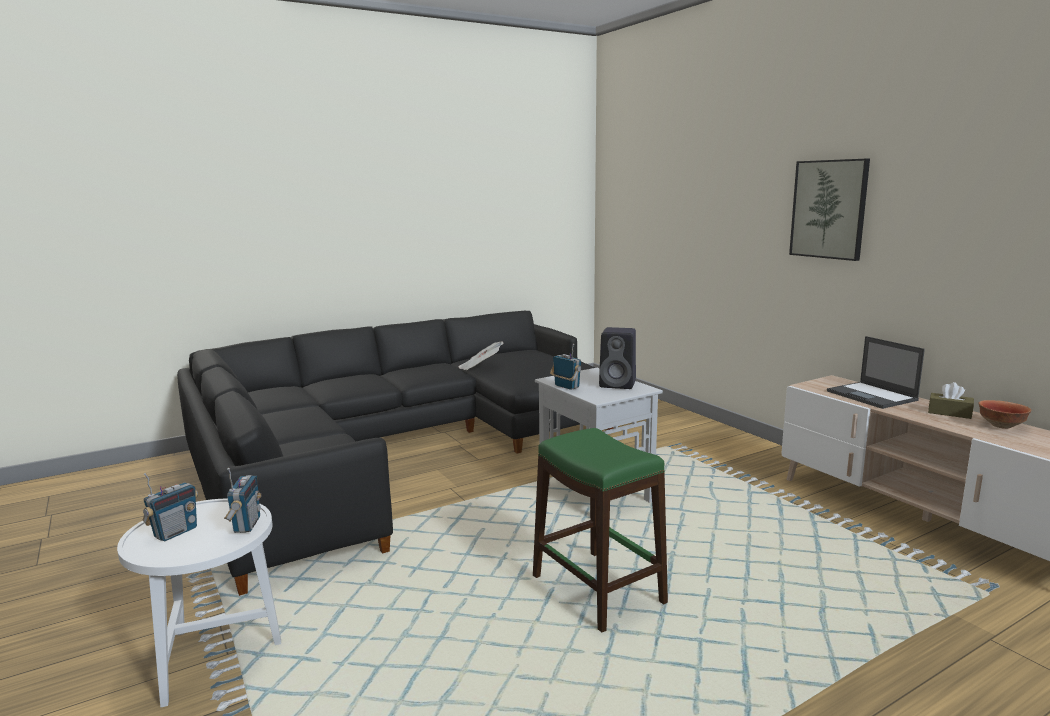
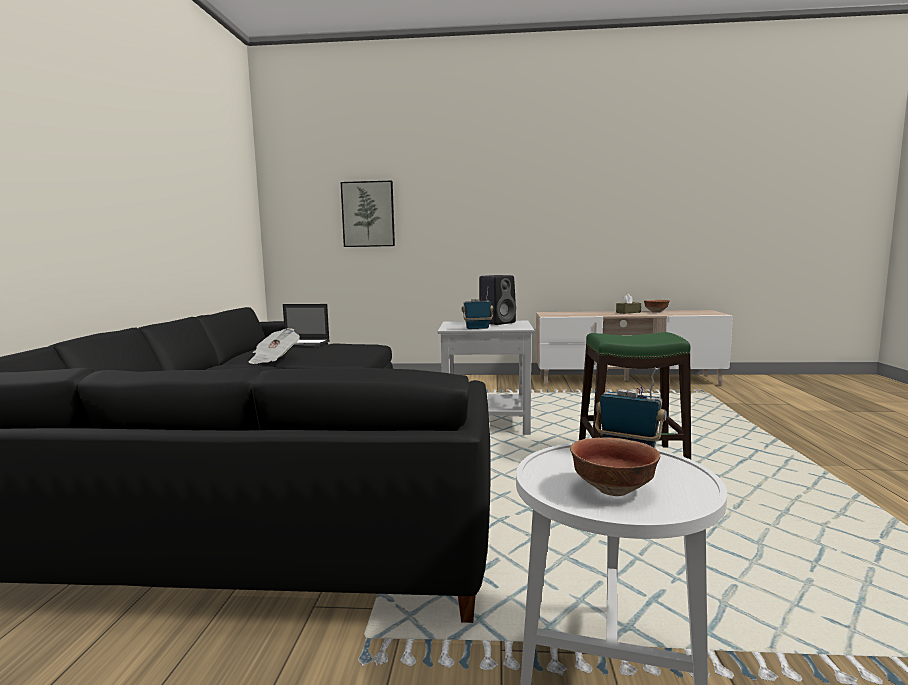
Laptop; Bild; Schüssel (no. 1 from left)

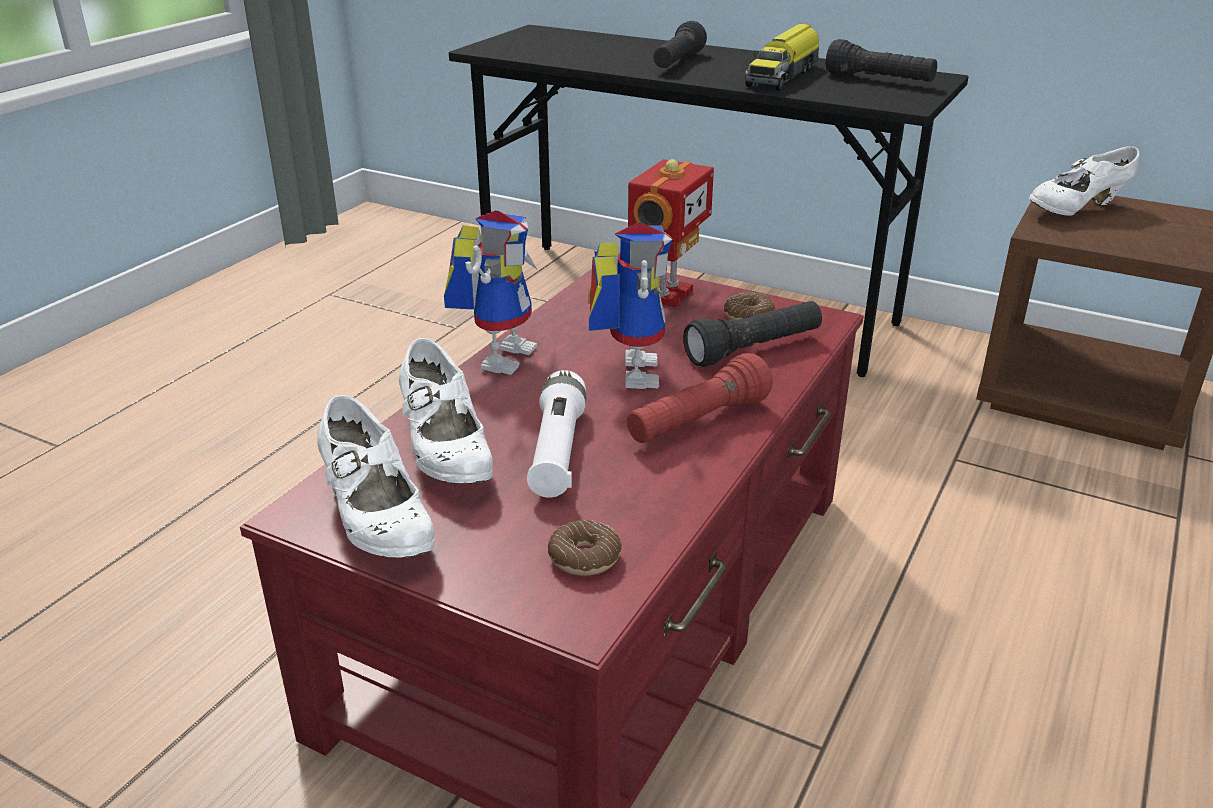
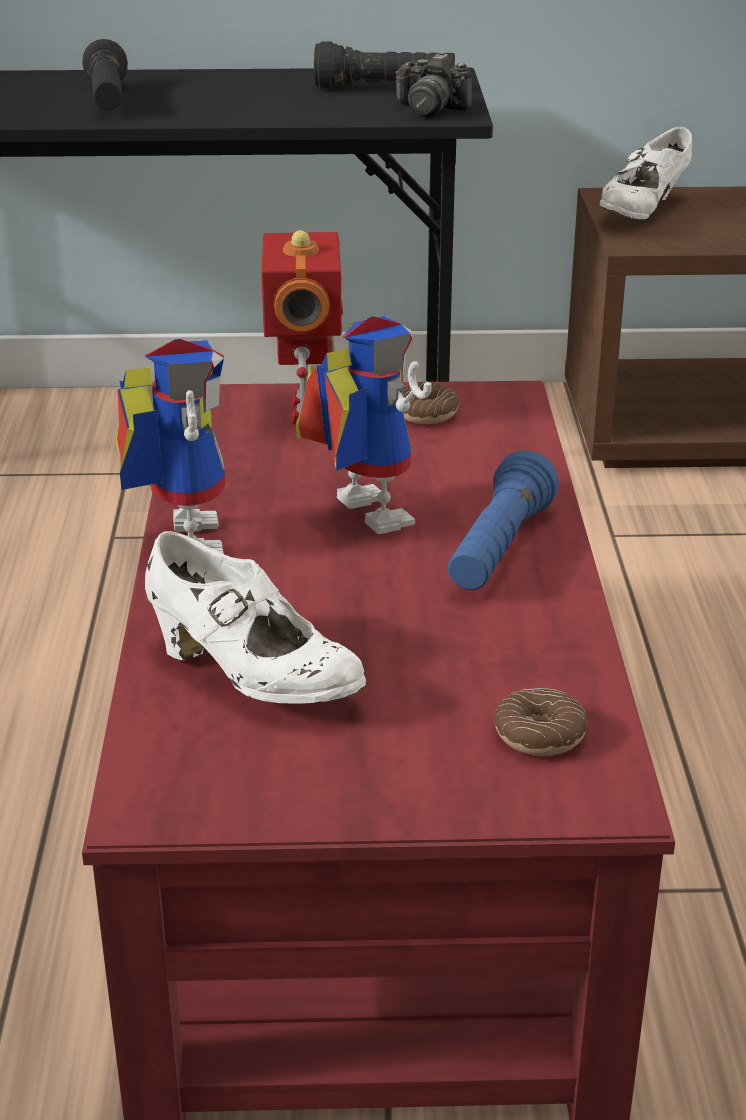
Kamera; Taschenlampe (blau); Schuh (weiß) (no. 1 from left in the first image); Taschenlampe (weiß); Taschenlampe (schwarz) (no. 2 from left in the first image); Spielzeuglaster

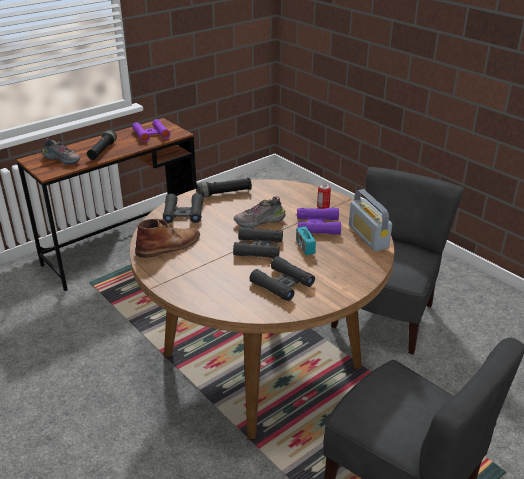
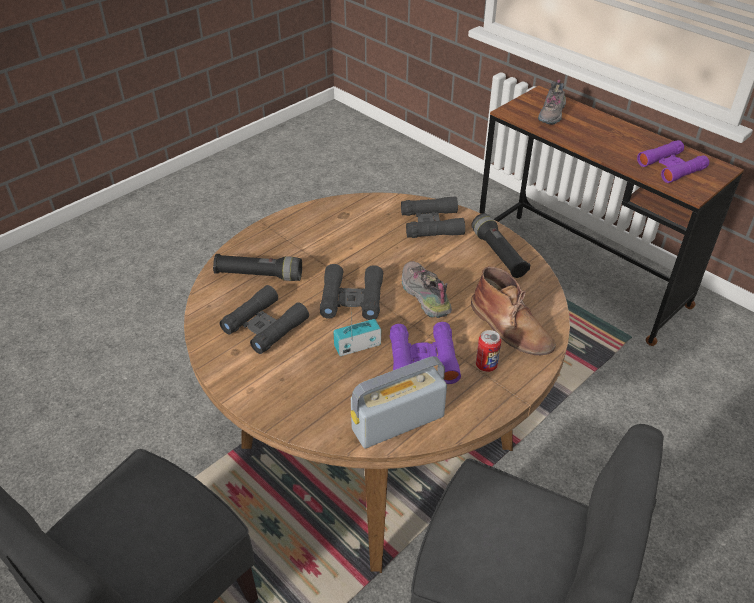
Taschenlampe (schwarz) (no. 1 from left); Stiefel (braun)

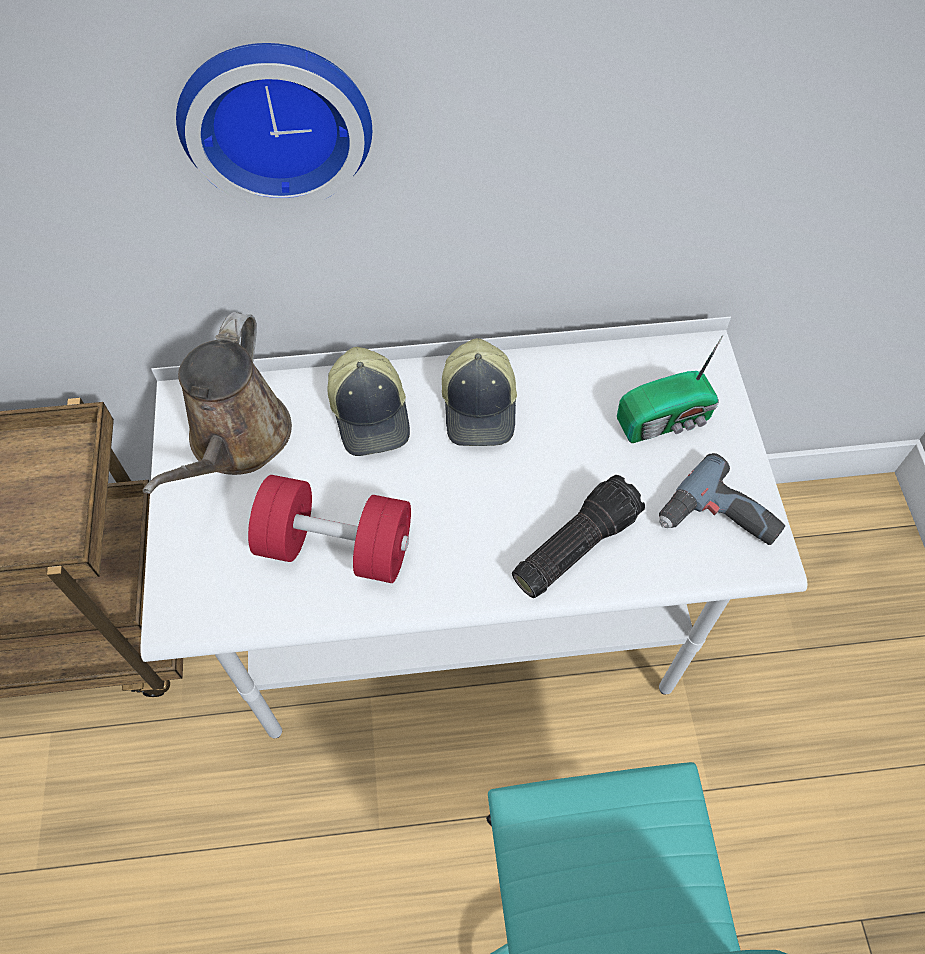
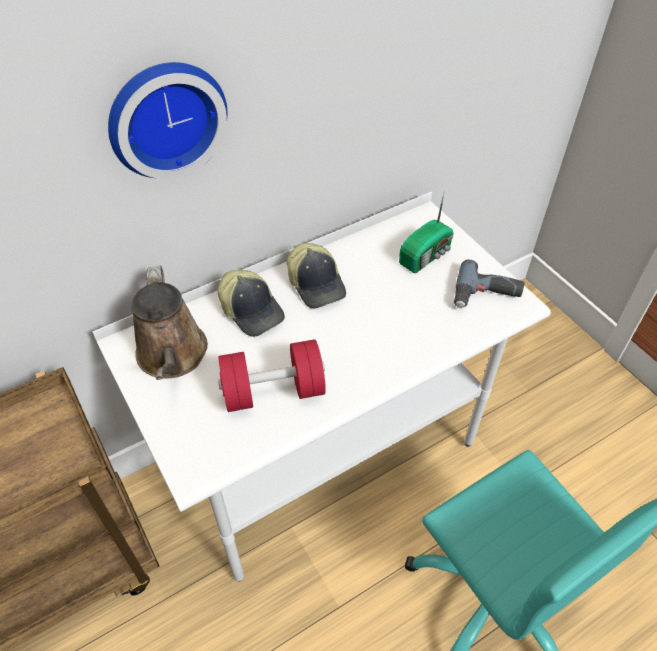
Taschenlampe

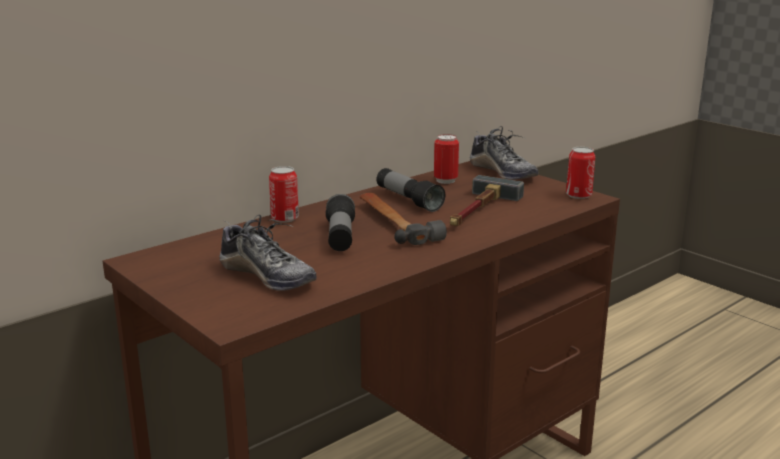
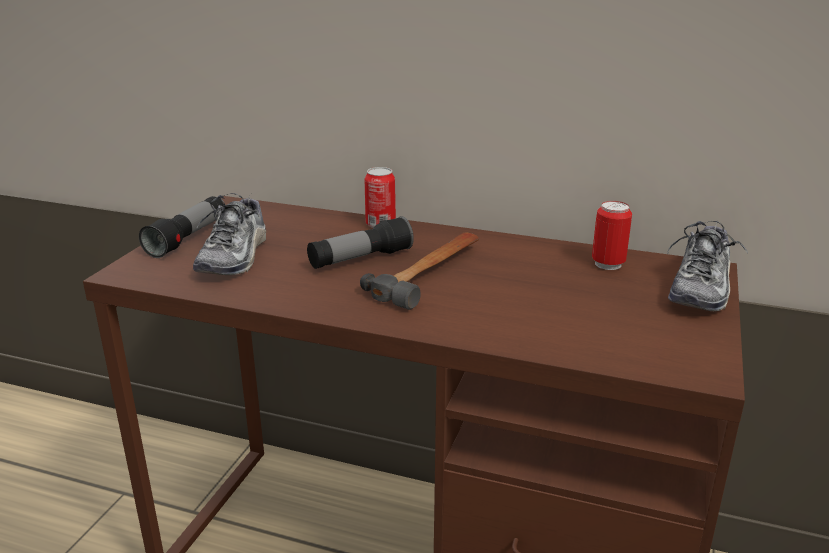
Taschenlampe (no. 1 from left); Hammer (no. 2 from left in the first image); Dose (no. 3 from left in the first image)

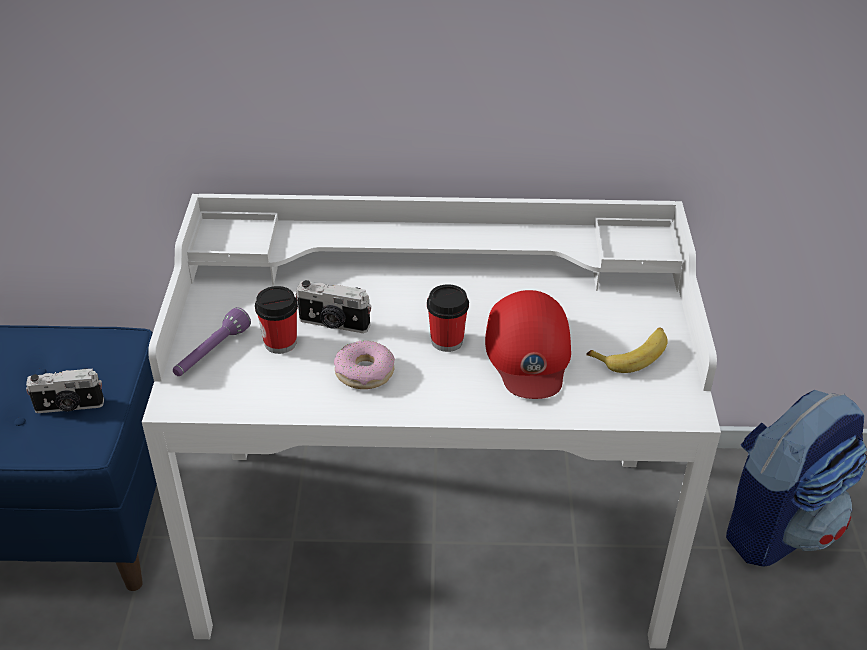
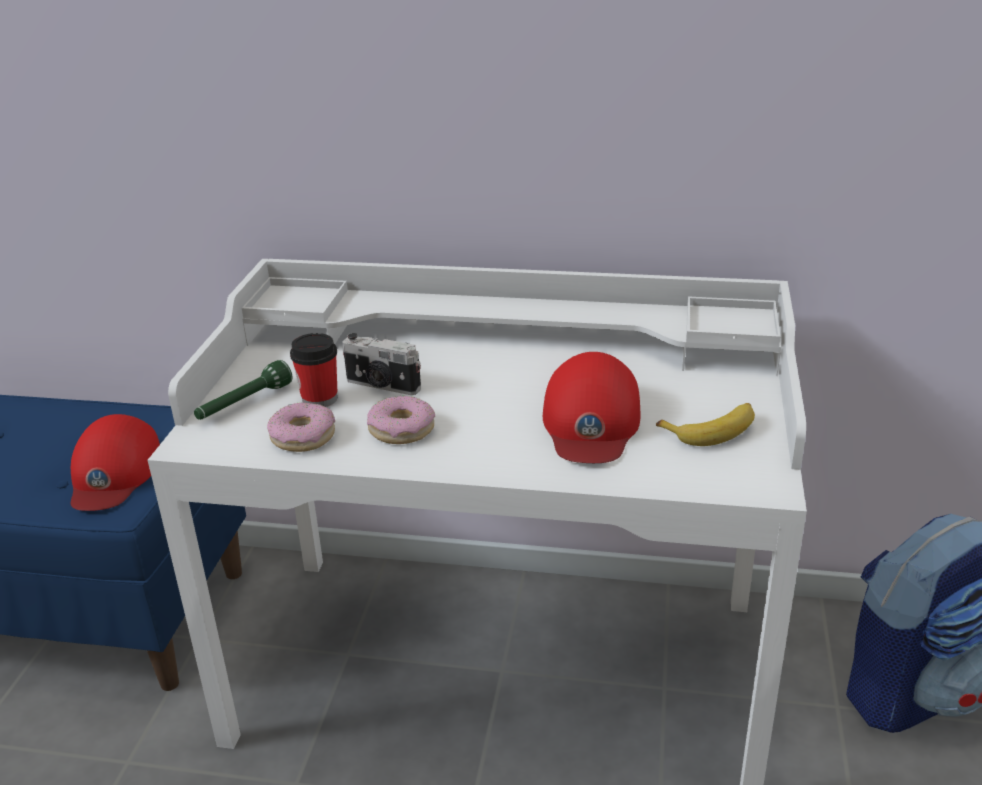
Kappe (rot) (no. 1 from left); Taschenlampe (grün); Donut (no. 1 from left); Tasse (no. 2 from left in the first image)

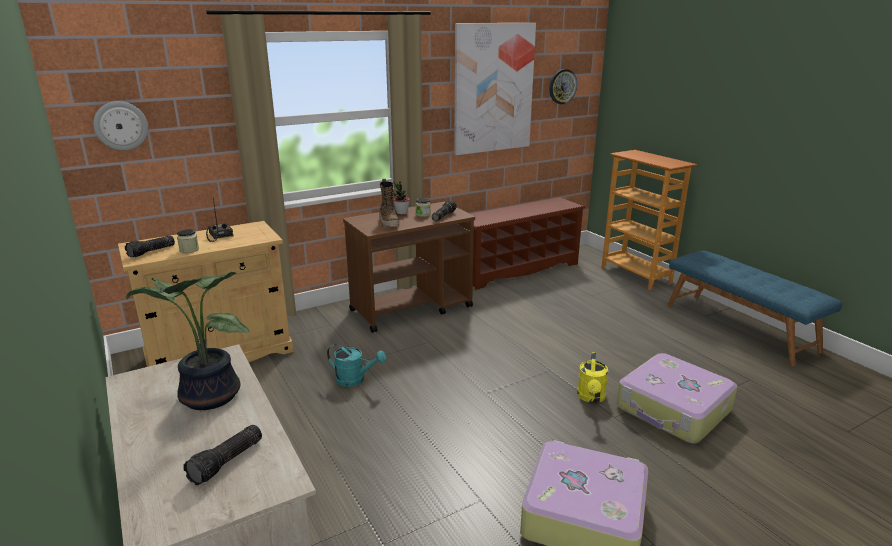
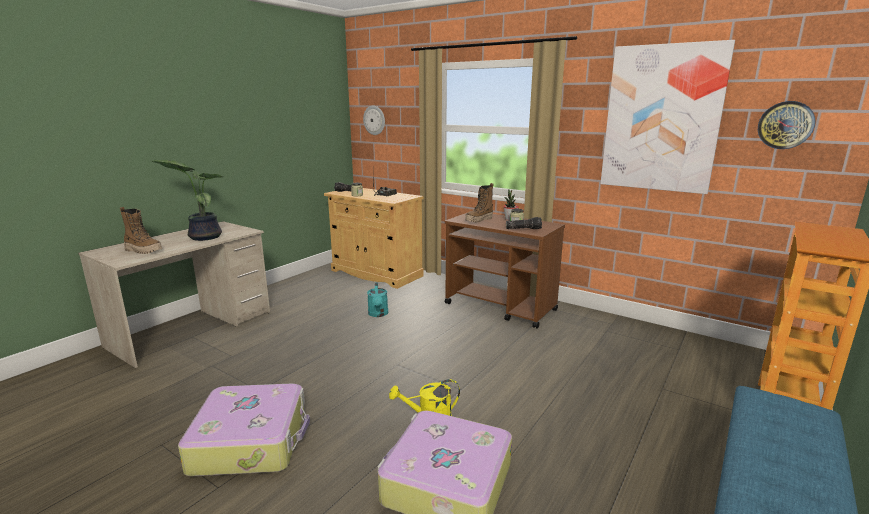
Stiefel (no. 1 from left); Schuhregal (braun)

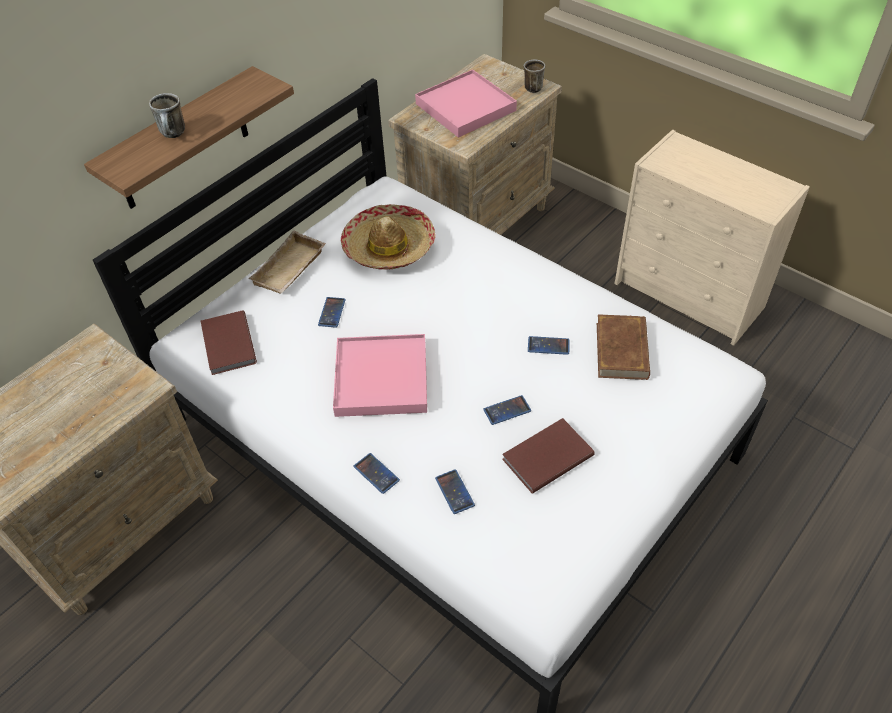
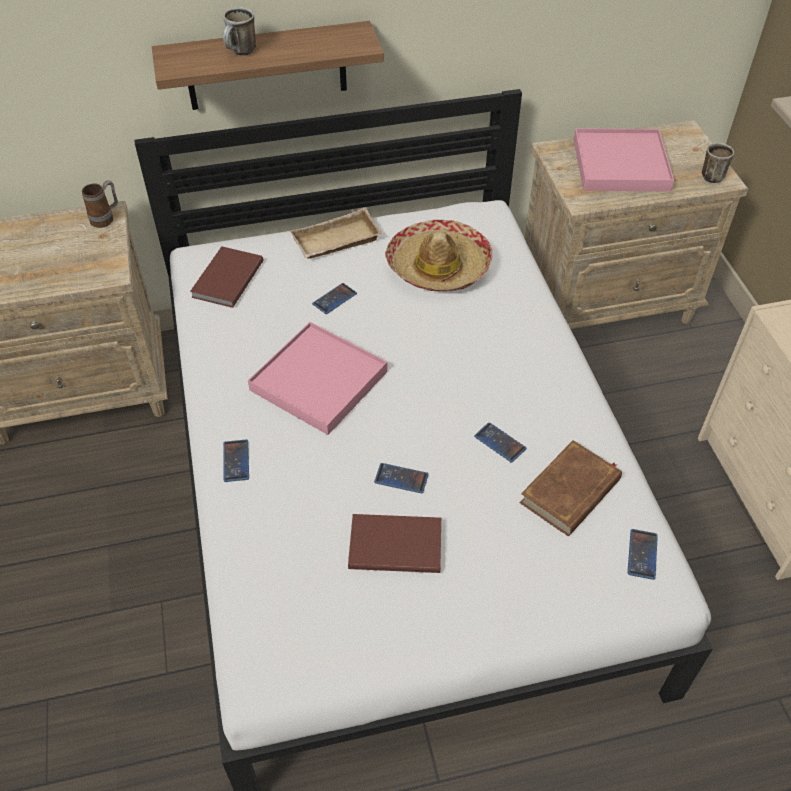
Henkelbecher (no. 1 from left); Handy (no. 5 from left)

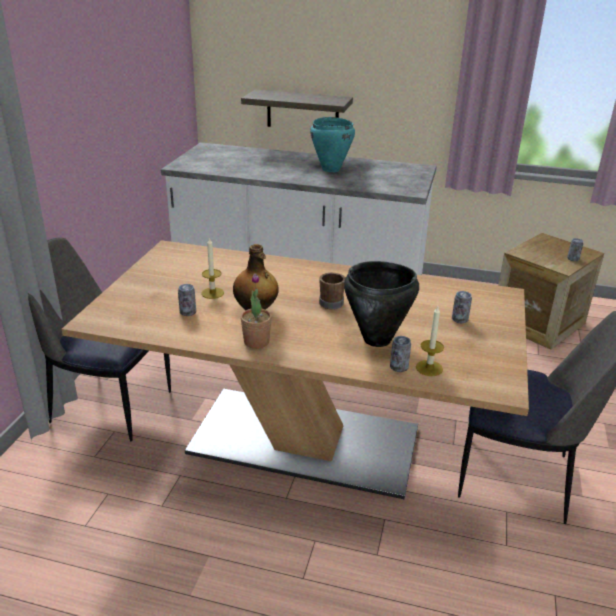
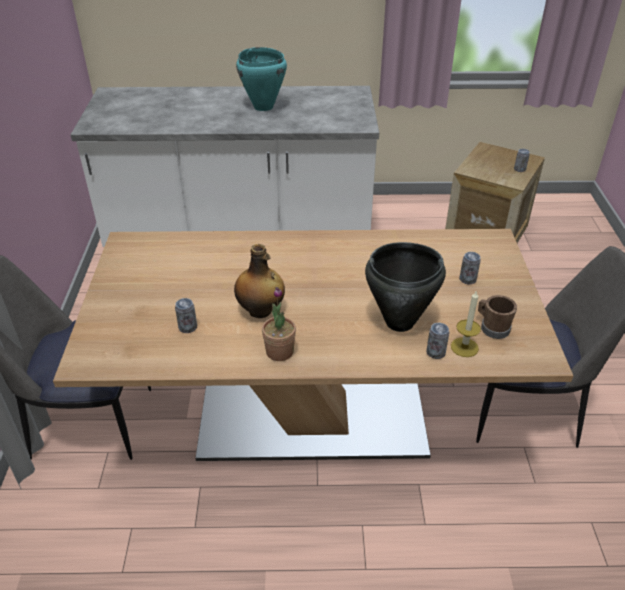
Henkelbecher (braun); Kerze (no. 1 from left in the first image); Wandregal

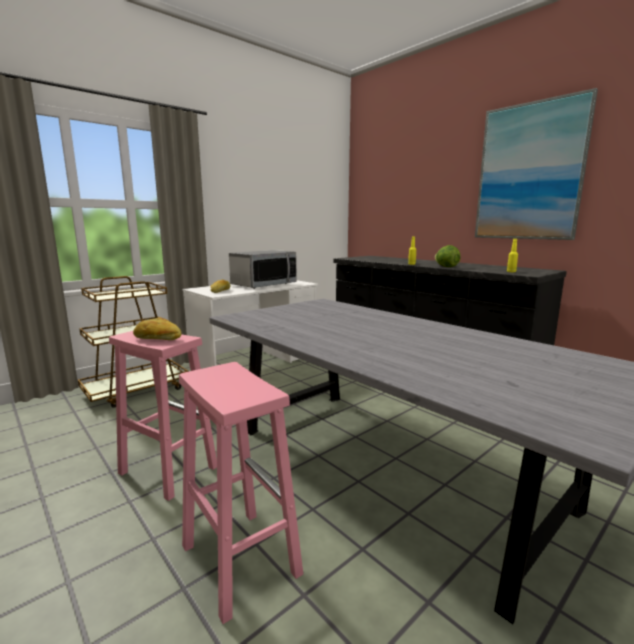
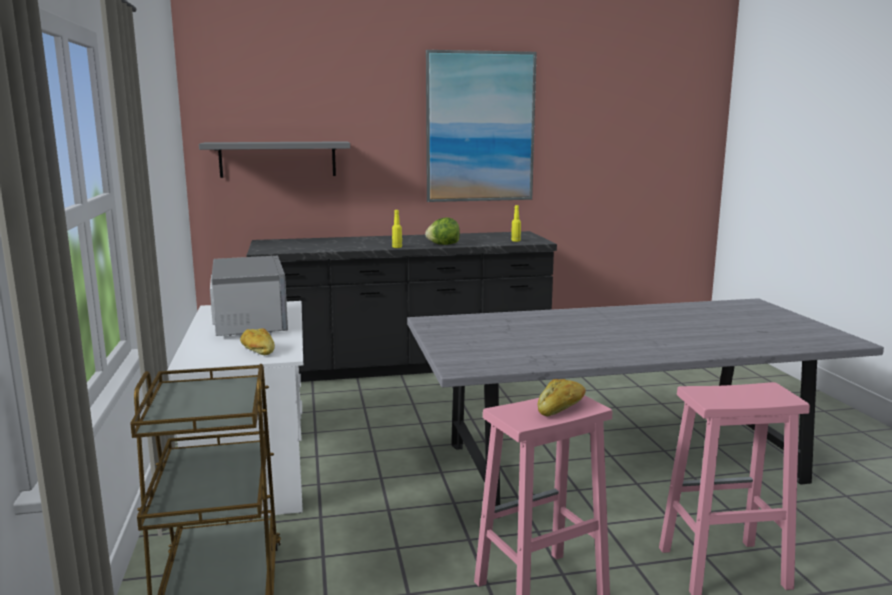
Wandregal (grau)

